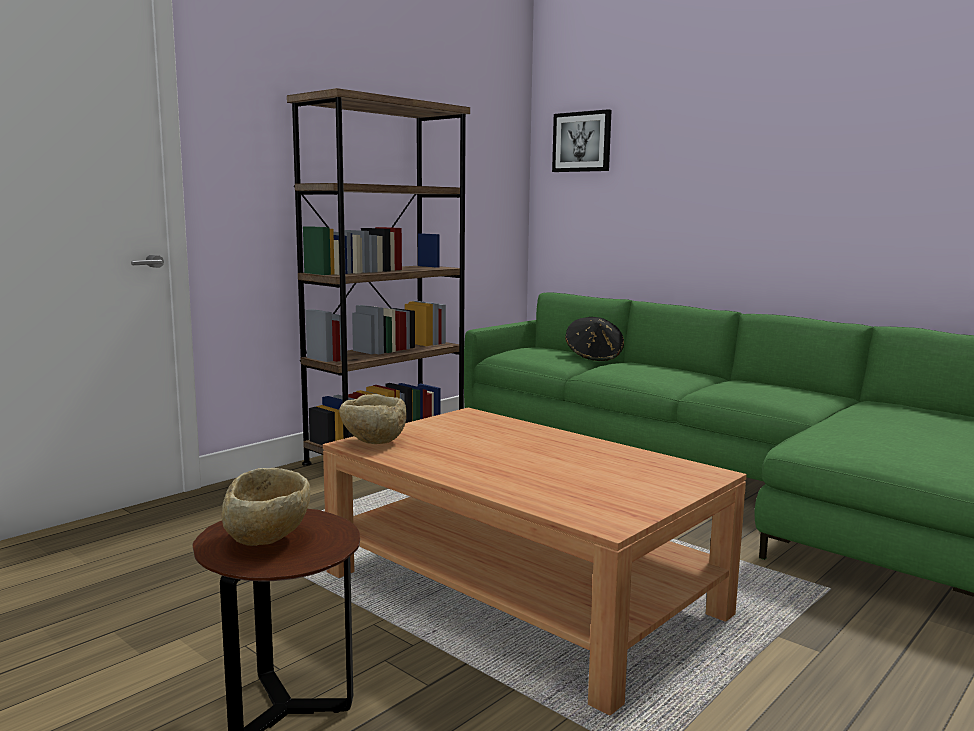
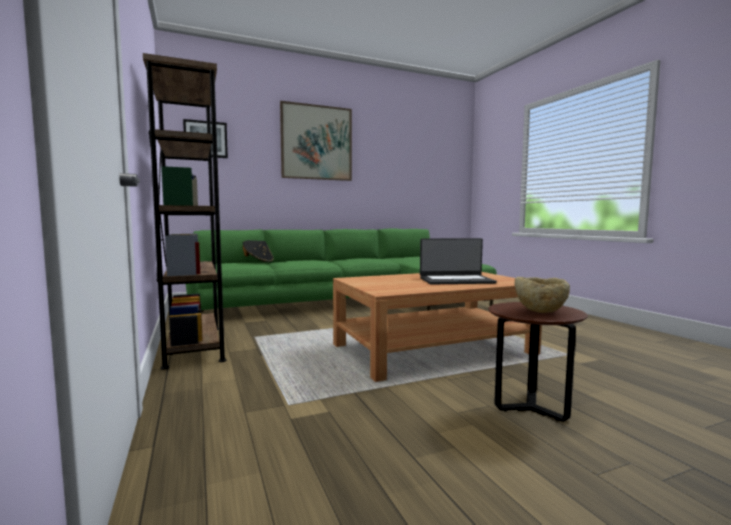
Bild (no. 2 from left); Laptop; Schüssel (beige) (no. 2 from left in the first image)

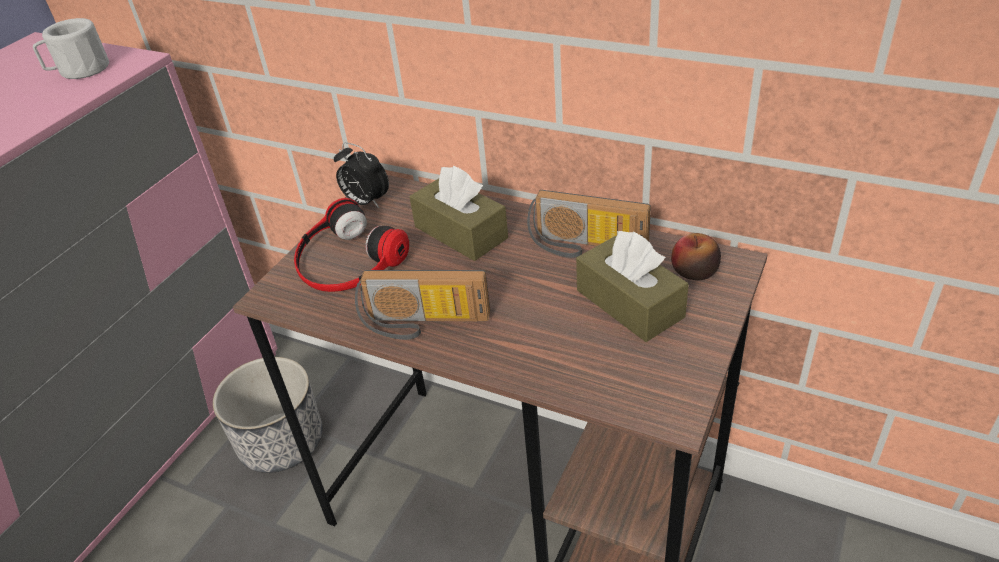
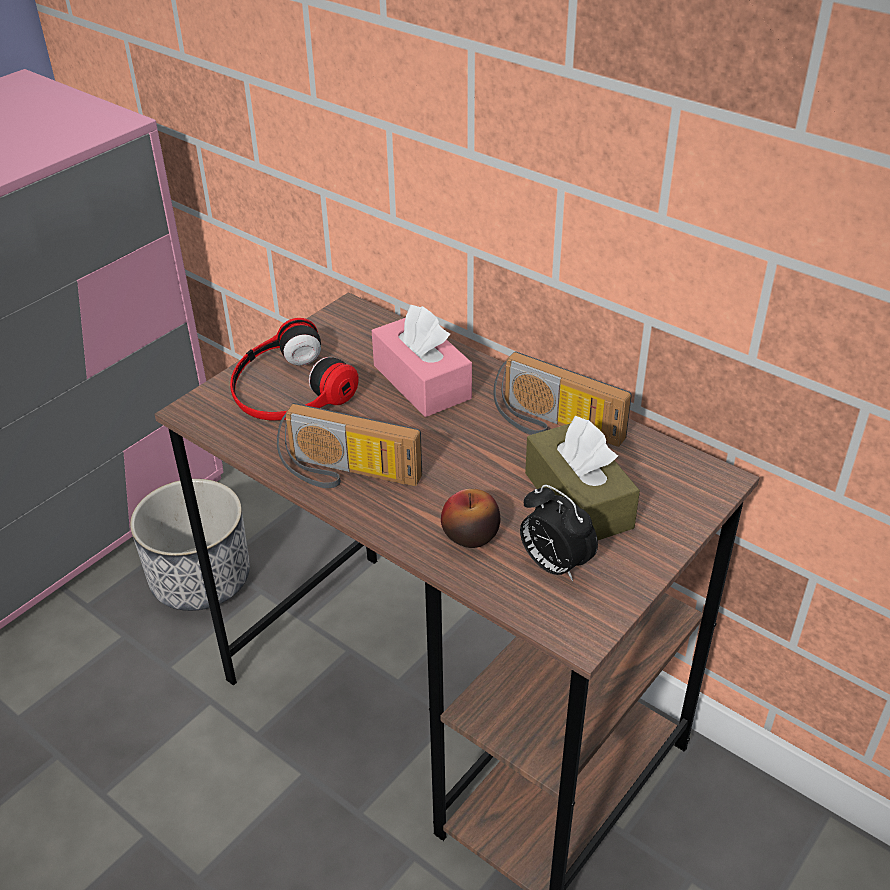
Taschentuchbox (rosa); Apfel; Wecker; Henkelbecher (weiß)

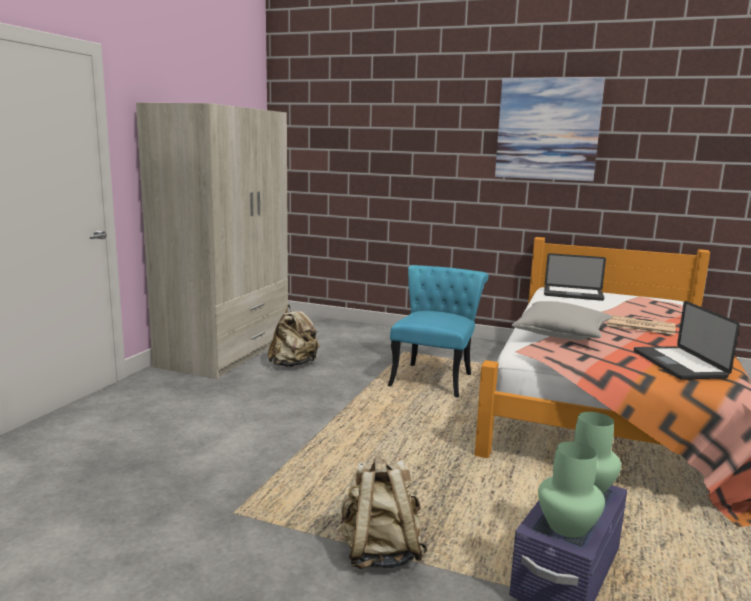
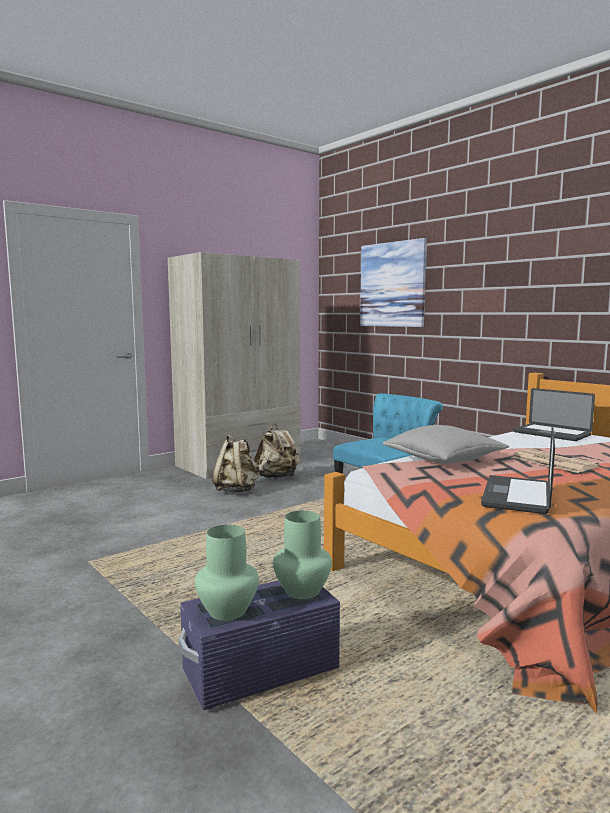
Rucksack (beige) (no. 1 from left); Bild

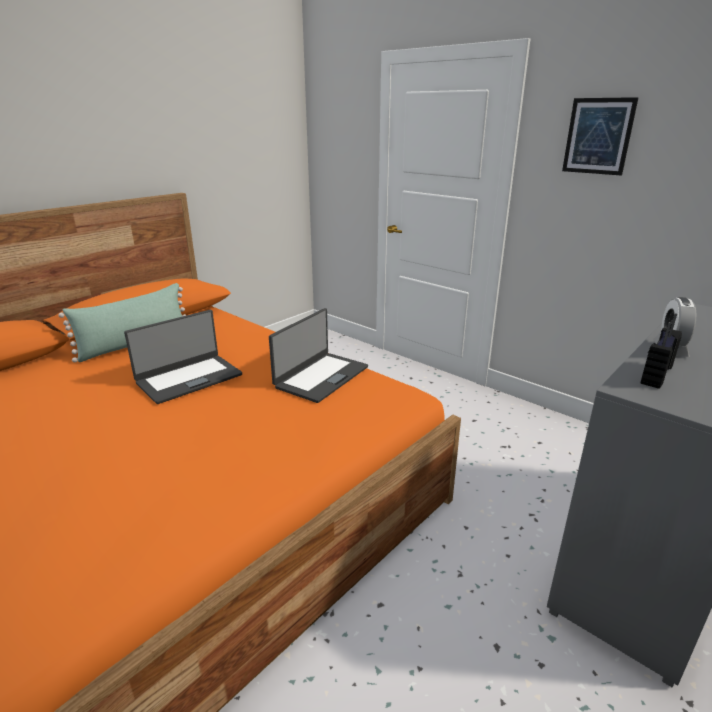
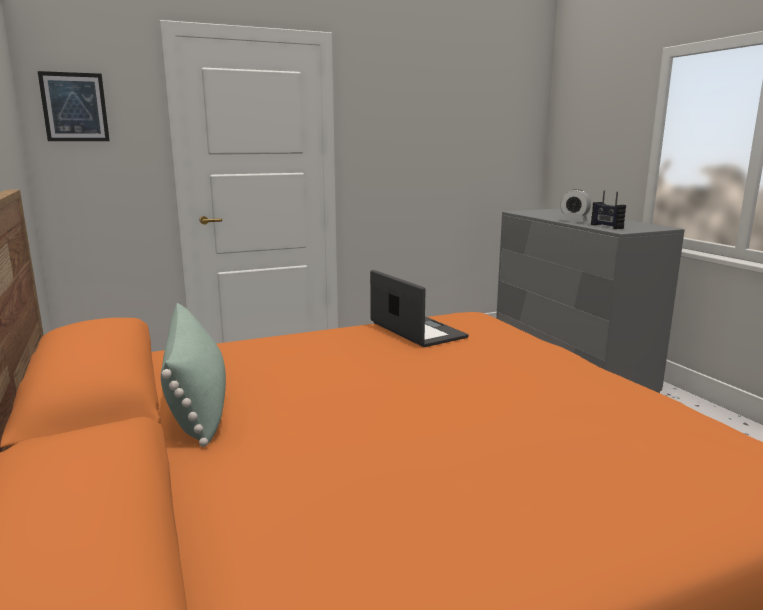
Bild; Laptop (no. 1 from left in the first image)

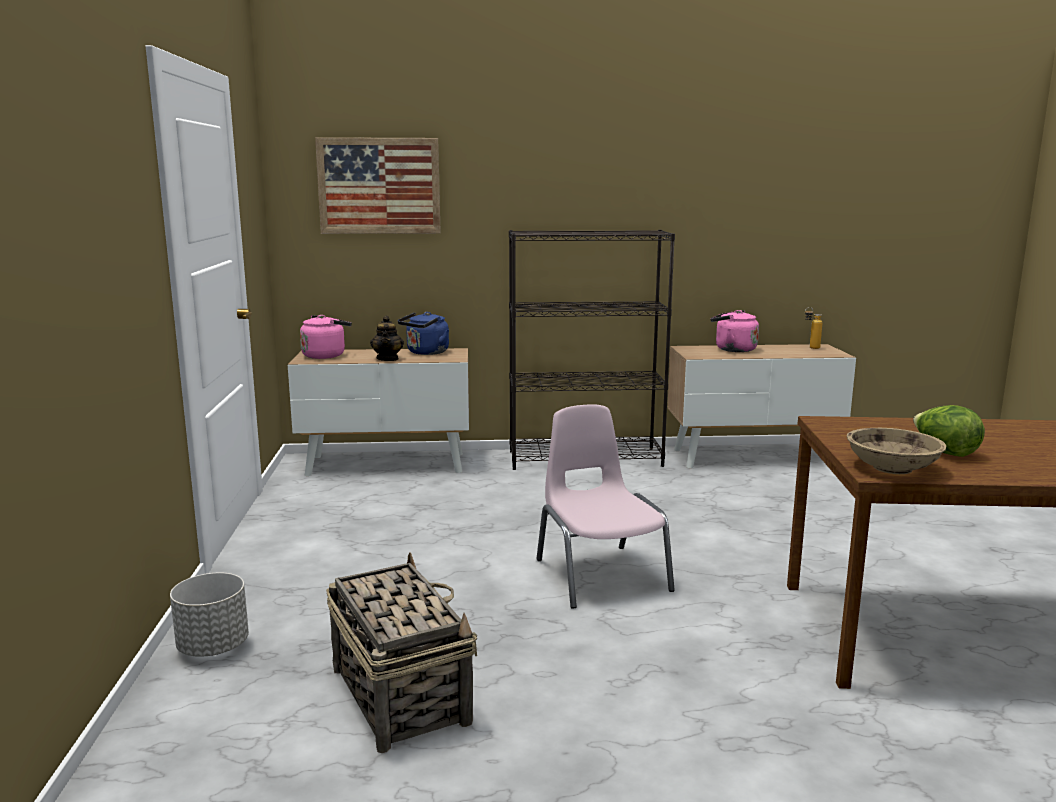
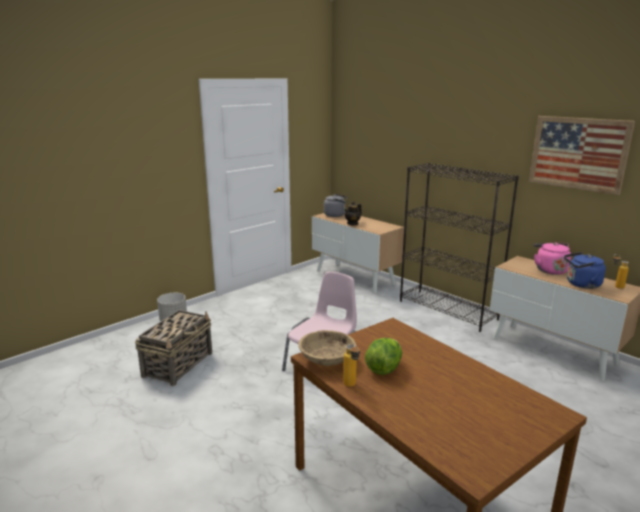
Wasserkessel (grau); Flasche (no. 1 from left); Bild; Wasserkessel (blau)

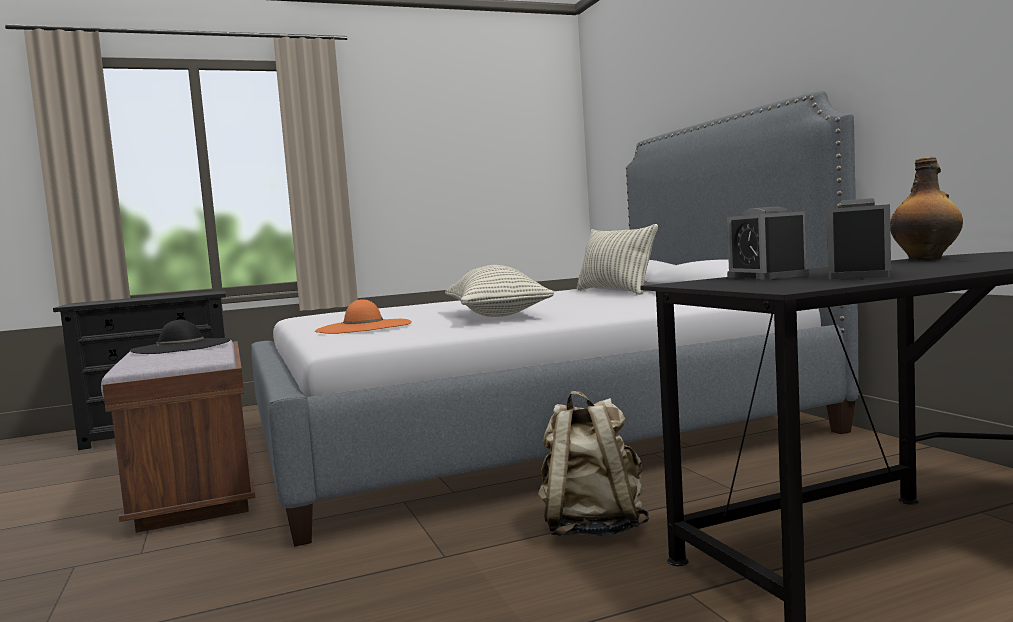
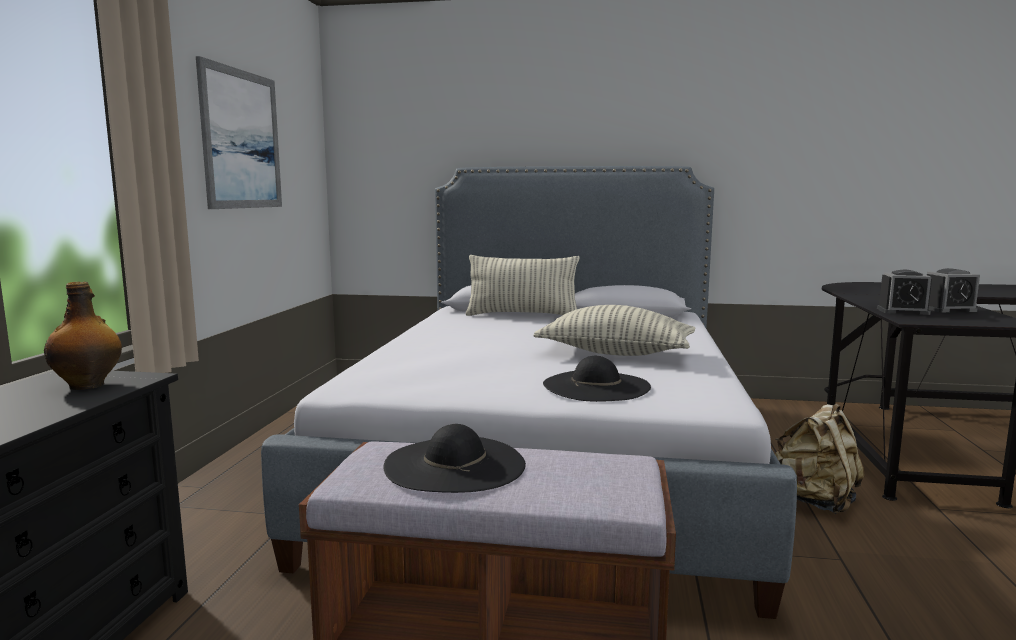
Flasche; Bild; Hut (schwarz) (no. 2 from left); Wecker (no. 2 from left)

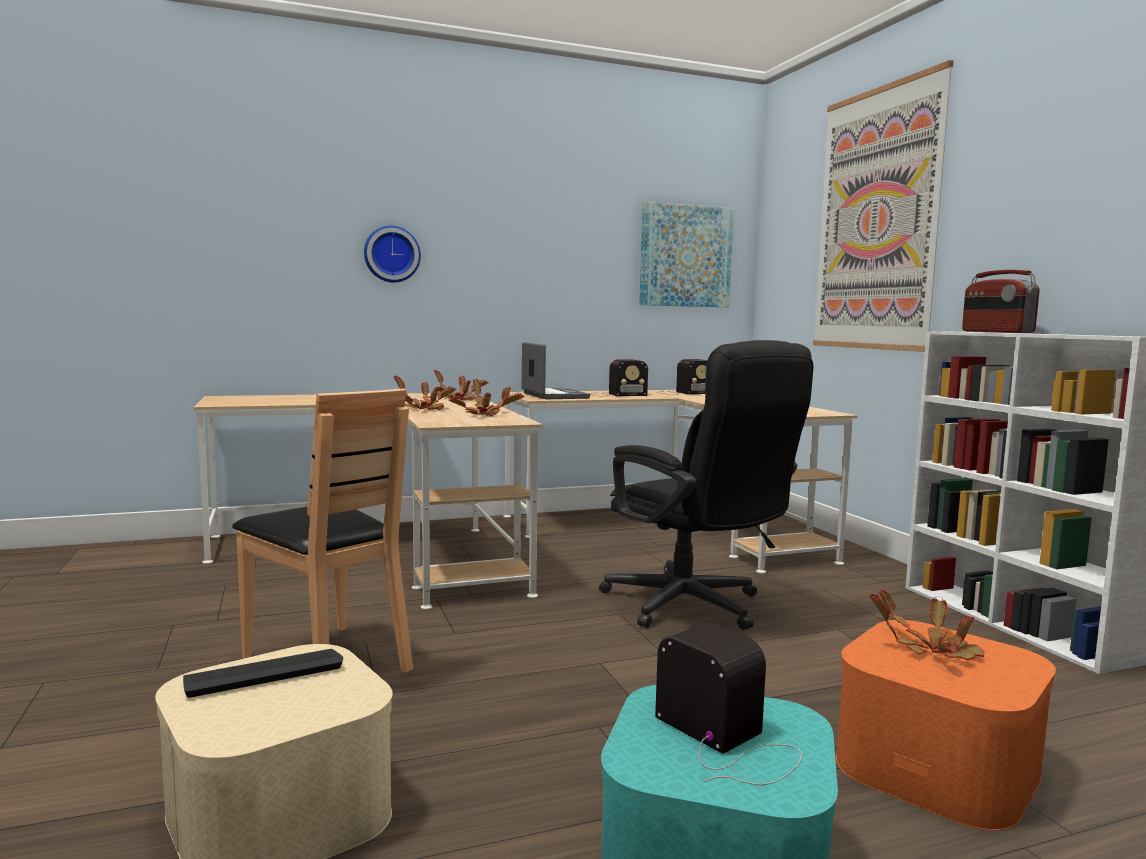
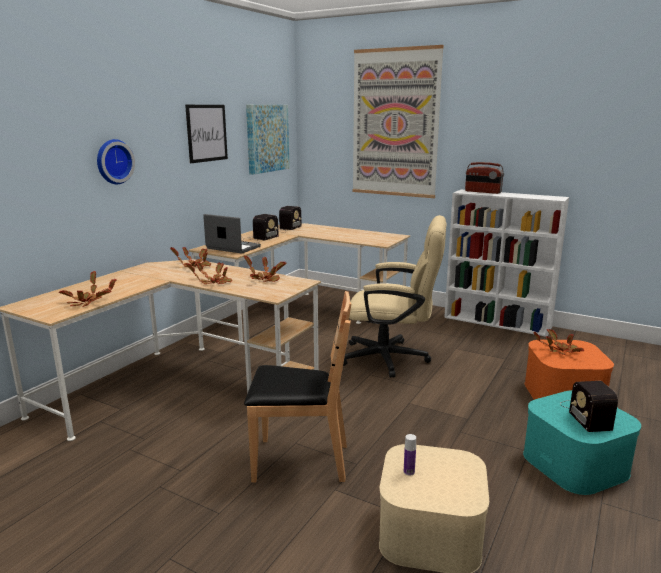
Topfpflanze (no. 1 from left); Bild (no. 1 from left); Bürostuhl (beige); Flasche; Radio (no. 4 from left)

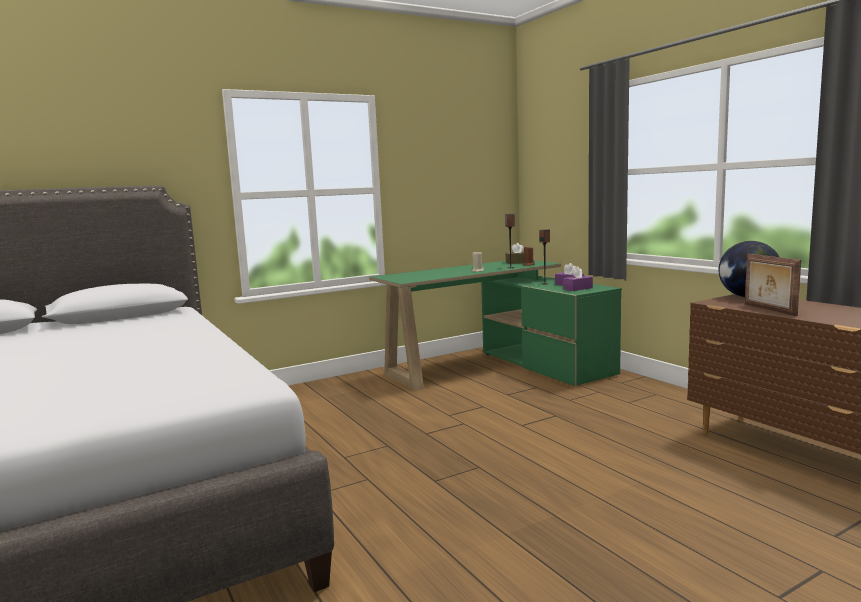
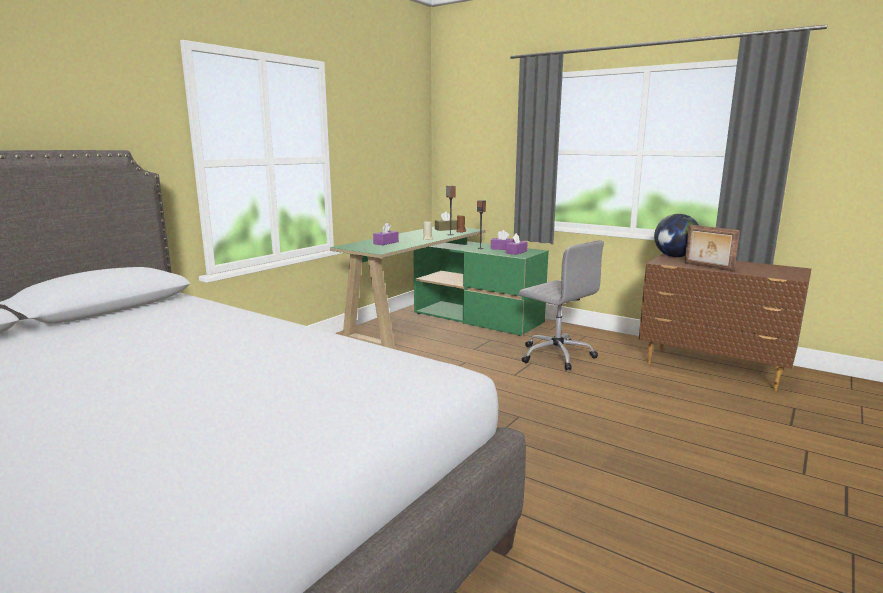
Taschentuchbox (lila) (no. 1 from left); Bürostuhl (grau)

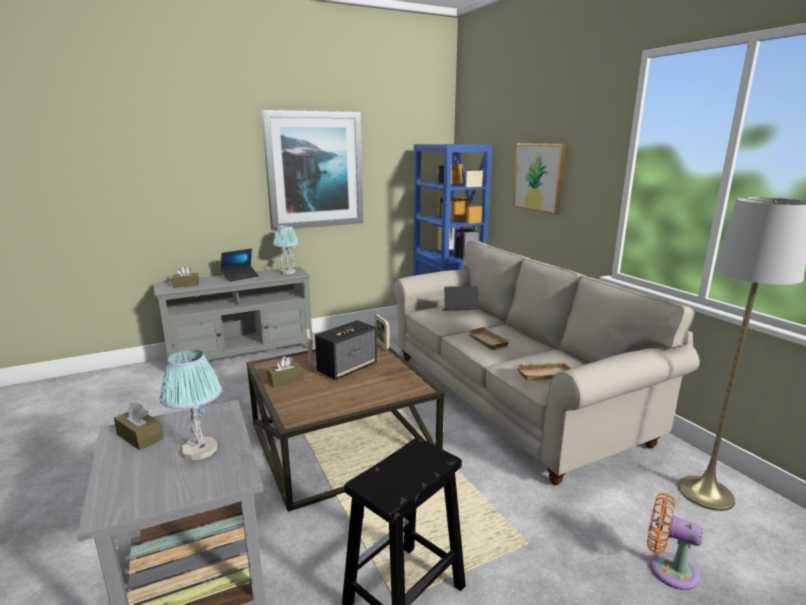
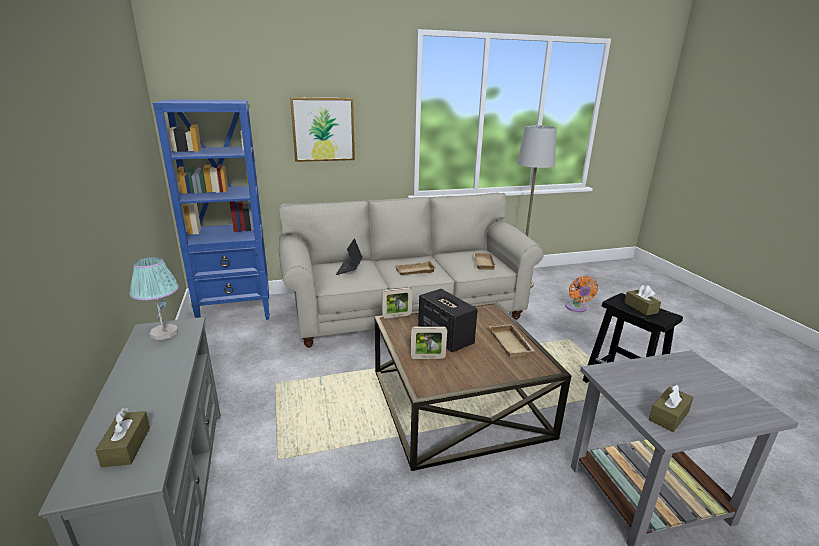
Tablett (beige) (no. 3 from left); Ventilator (orange); Taschentuchbox (braun) (no. 2 from left); Tischlampe (no. 1 from left in the first image); Laptop (no. 1 from left in the first image); Bild (no. 1 from left in the first image)

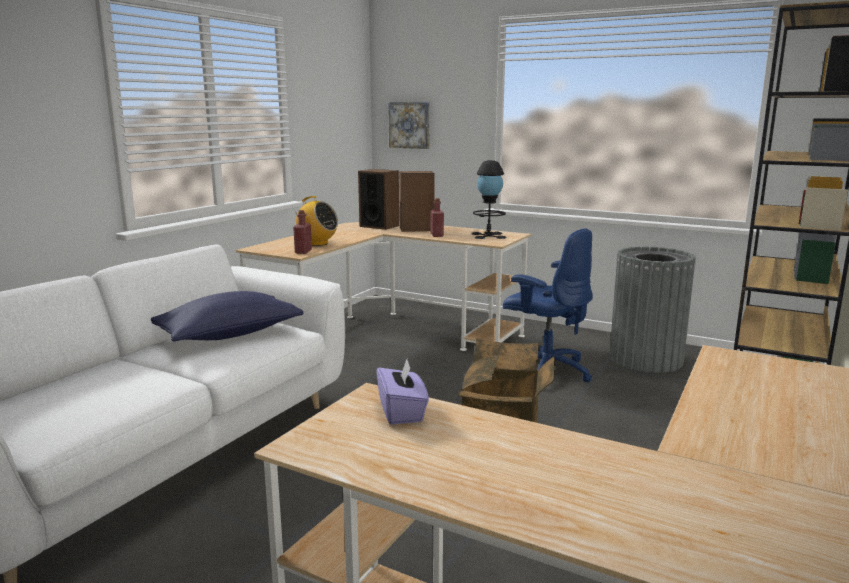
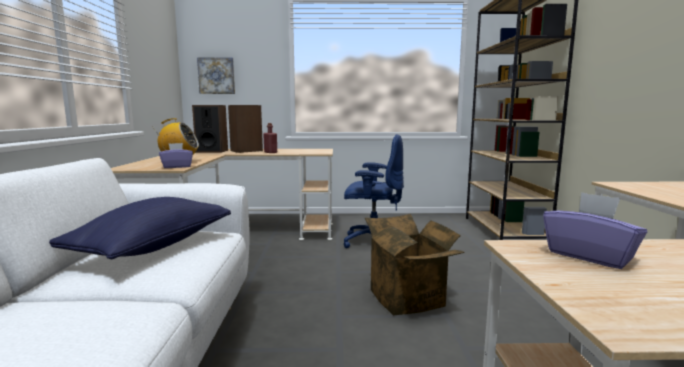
Taschentuchbox (lila) (no. 1 from left); Tischlampe (schwarz); Mülleimer (grau)

